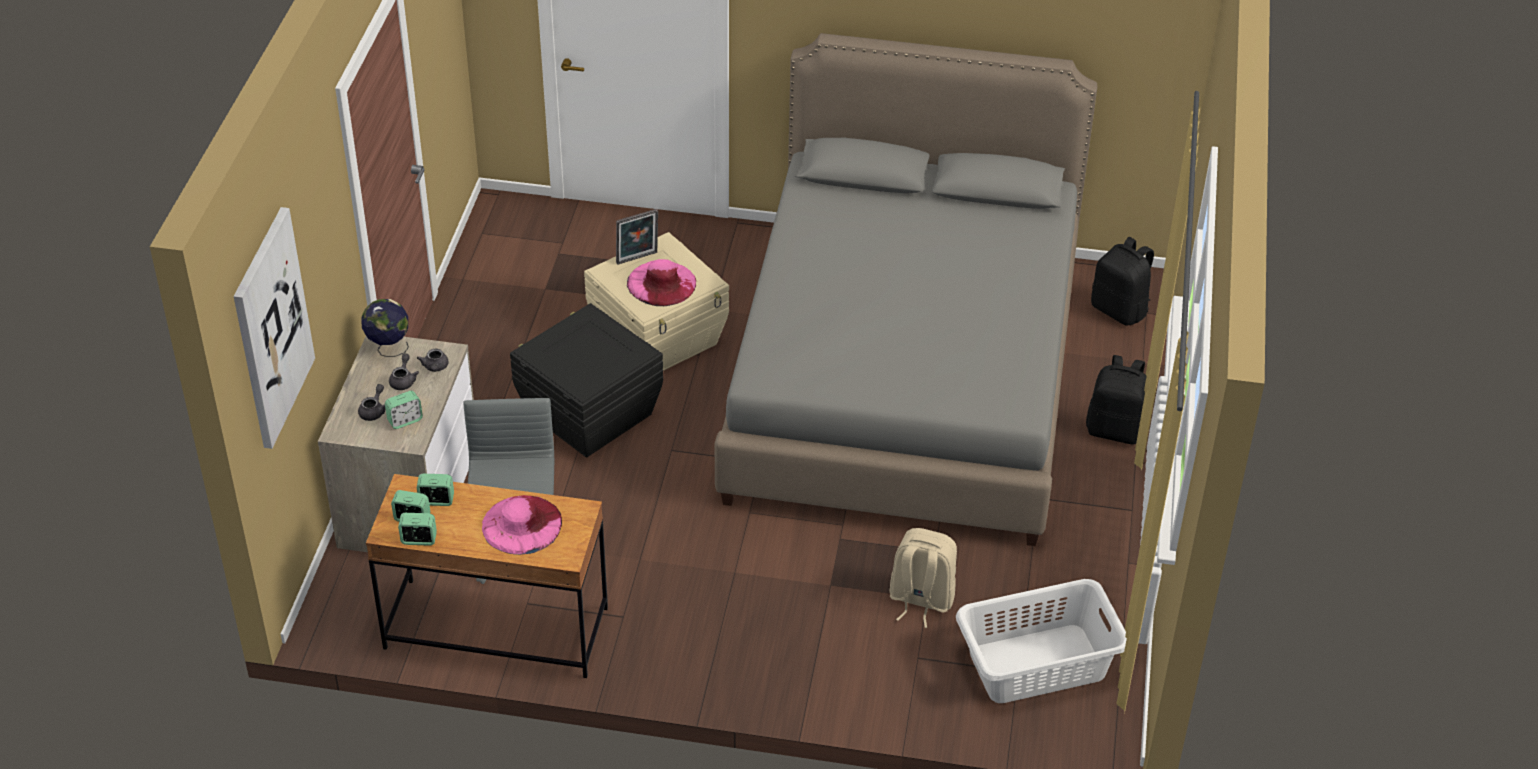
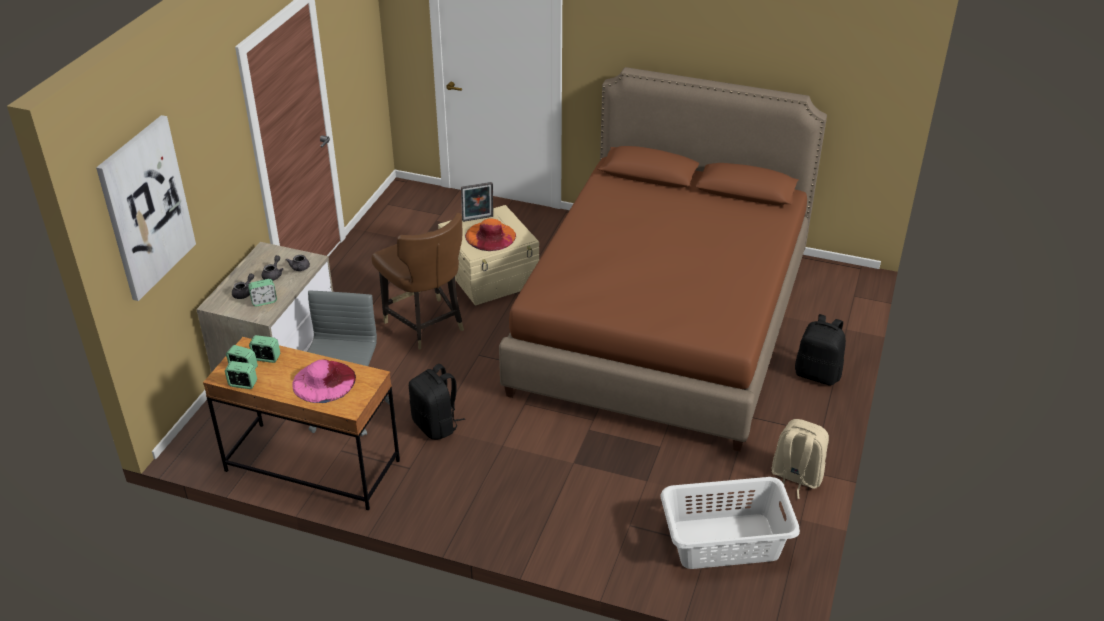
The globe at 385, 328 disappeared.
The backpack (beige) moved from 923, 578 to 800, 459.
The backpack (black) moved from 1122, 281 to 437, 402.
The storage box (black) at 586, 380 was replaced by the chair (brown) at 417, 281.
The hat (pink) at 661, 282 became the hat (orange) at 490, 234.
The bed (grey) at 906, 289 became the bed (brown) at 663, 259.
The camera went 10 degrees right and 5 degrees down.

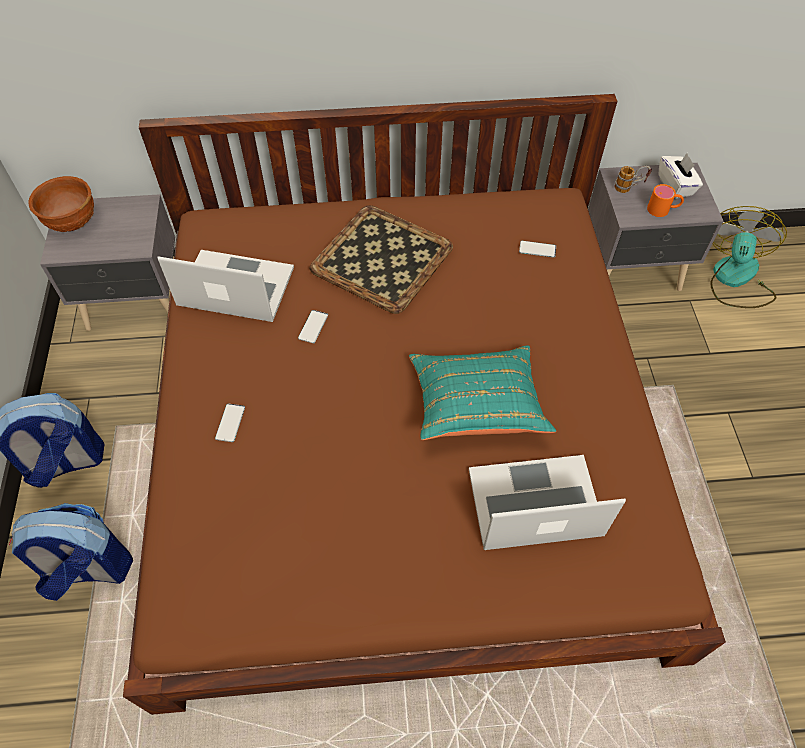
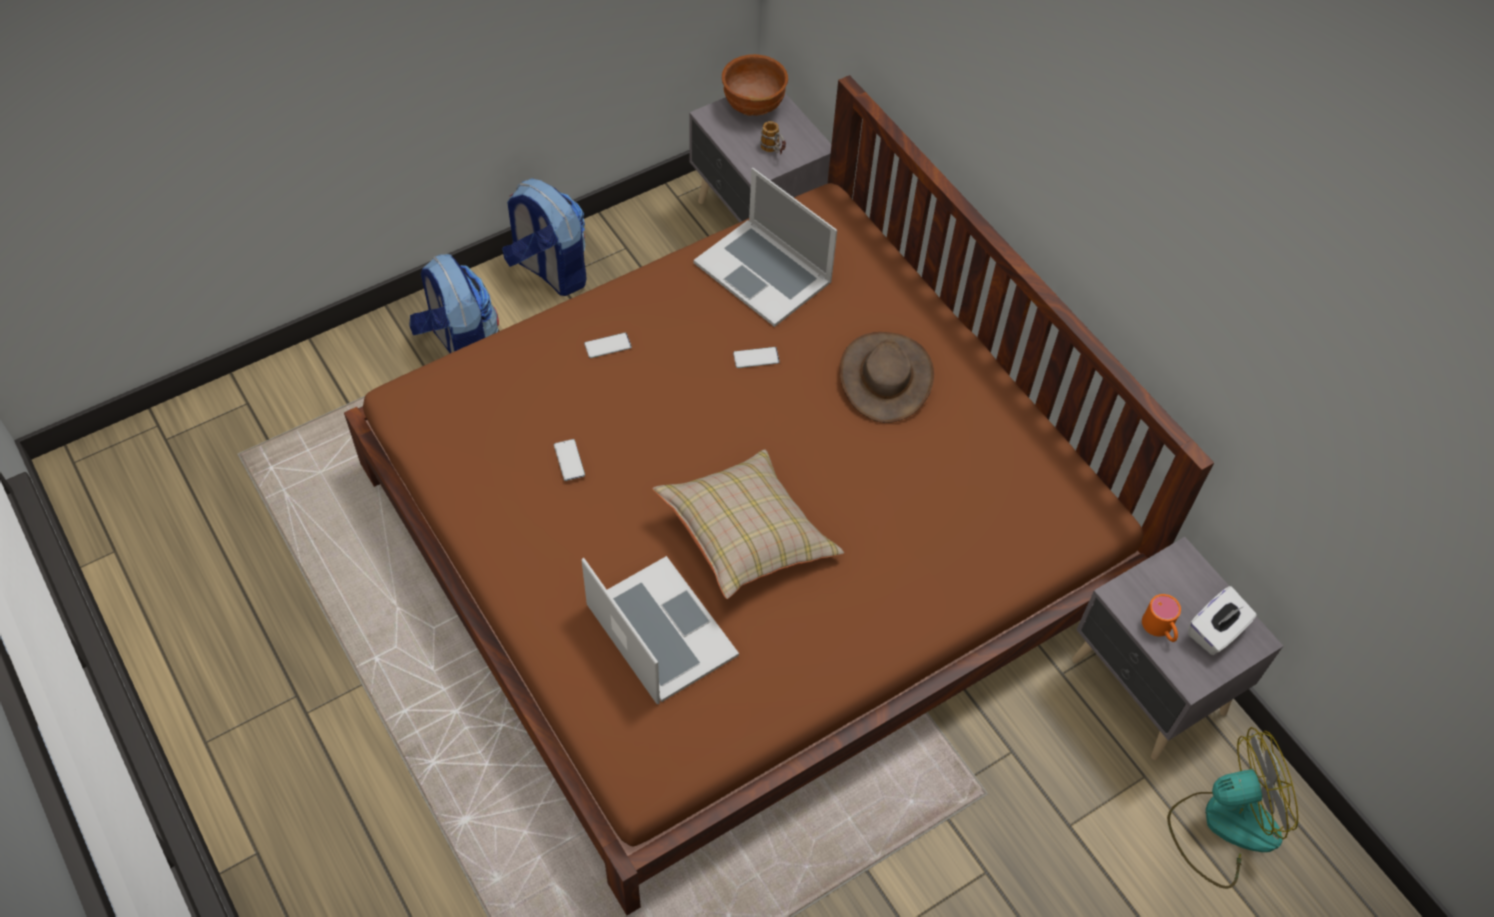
The phone moved from 537, 249 to 569, 460.
The mug moved from 633, 179 to 773, 138.
The tray at 381, 259 was replaced by the hat (brown) at 887, 377.
The pillow (turquoise) at 482, 393 became the pillow (beige) at 748, 524.
The laptop at 225, 286 turned 150 degrees clockwise.
The camera went 60 degrees right and 0 degrees up.

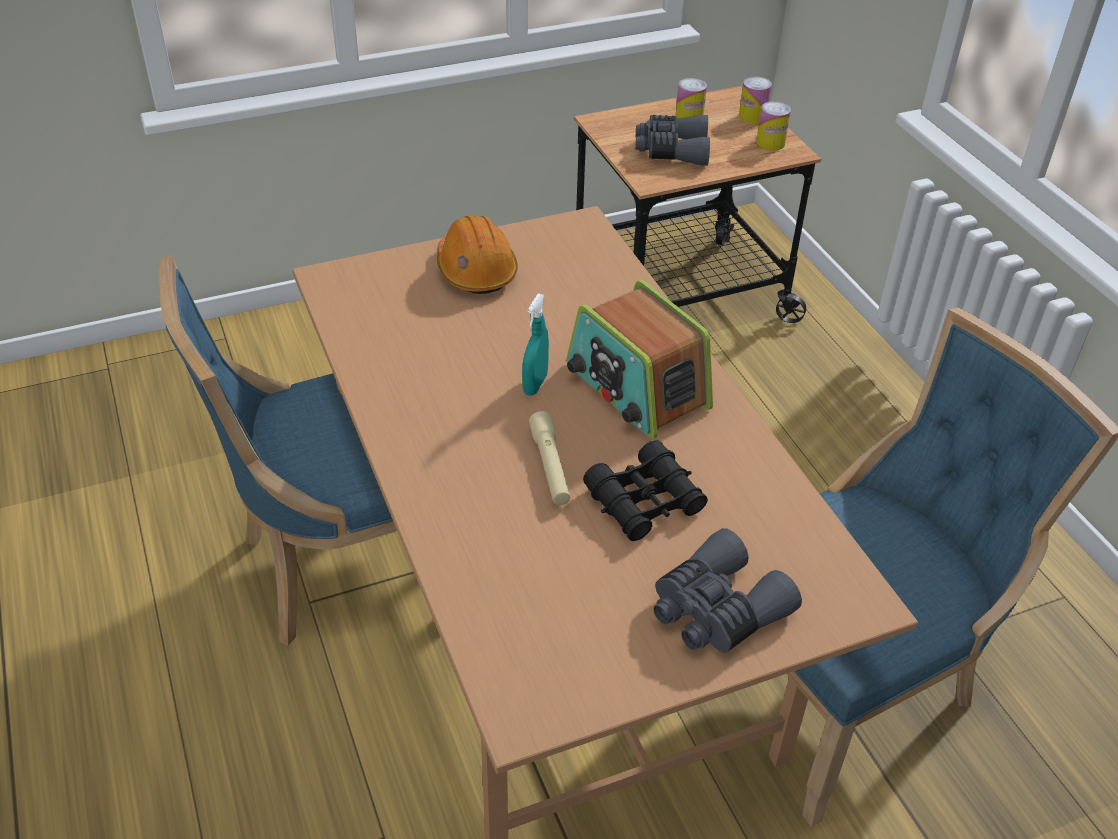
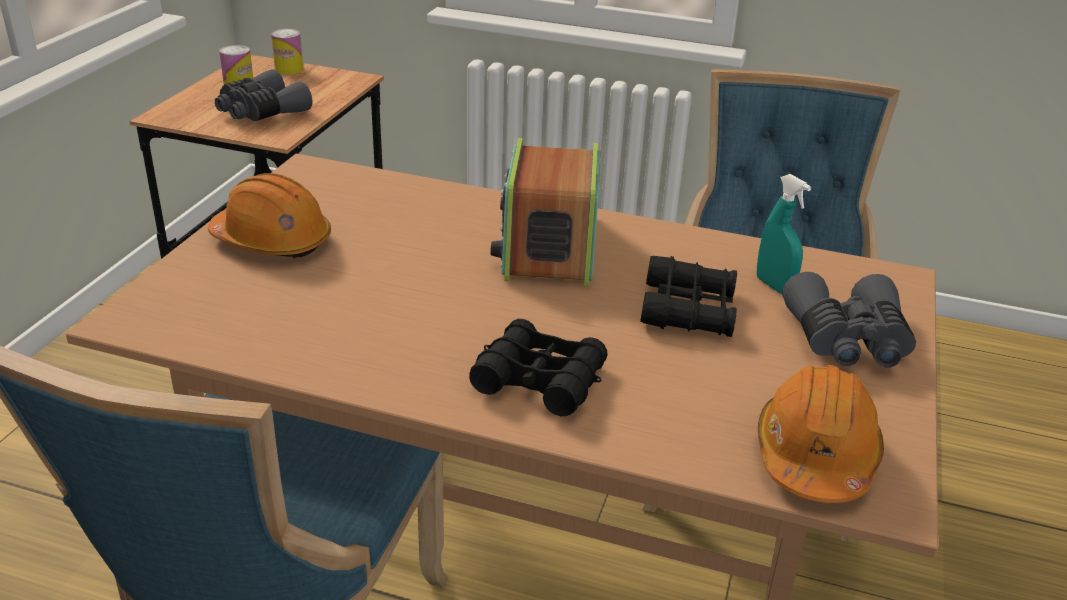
The flashlight (beige) at 549, 458 disappeared.
The can at 773, 126 disappeared.
The binoculars (black) at 538, 367 appeared.
The hard hat (orange) at 820, 434 appeared.
The spray bottle (turquoise) moved from 535, 345 to 784, 234.
The radio at 640, 359 turned 90 degrees clockwise.
The camera went 50 degrees left and 10 degrees down.

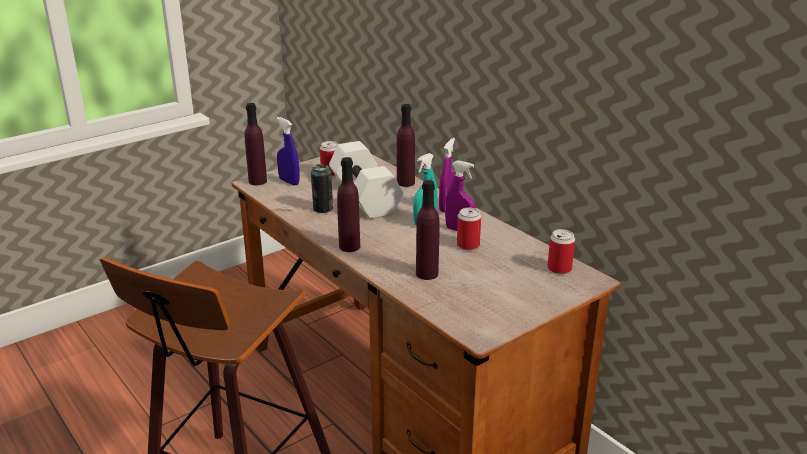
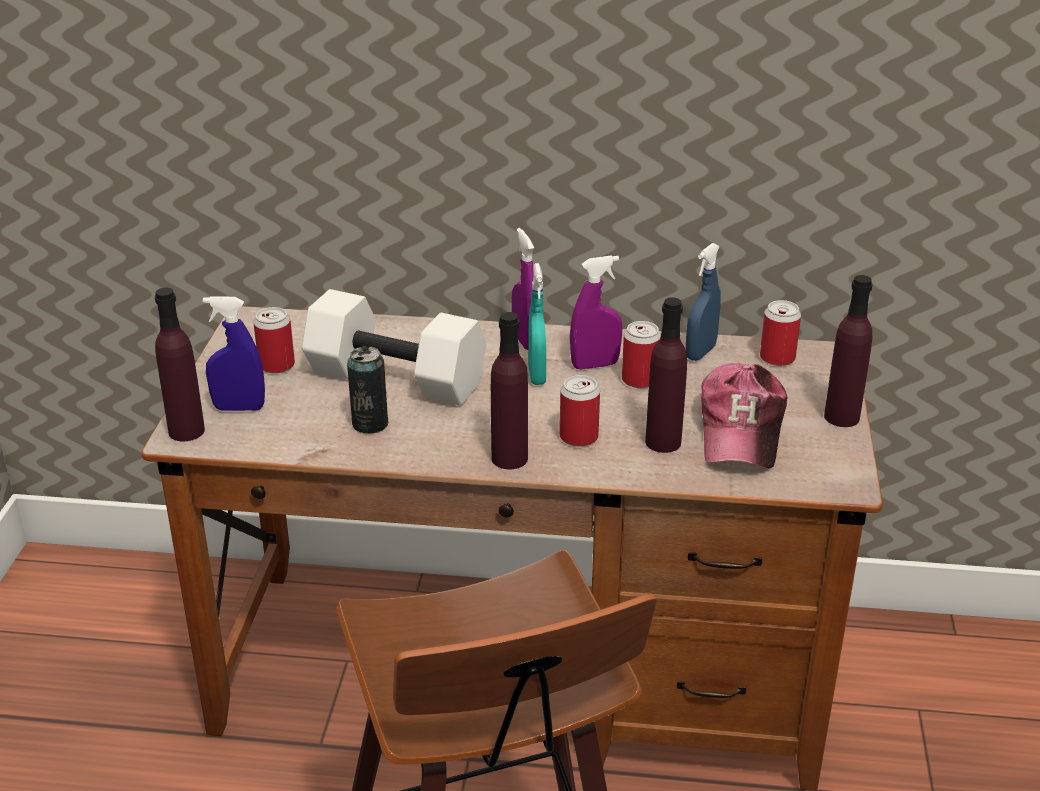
The can at 580, 411 appeared.
The spray bottle (blue) at 703, 302 appeared.
The cap at 744, 415 appeared.
The bottle (purple) moved from 406, 145 to 848, 351.
The camera went 45 degrees left and 5 degrees up.

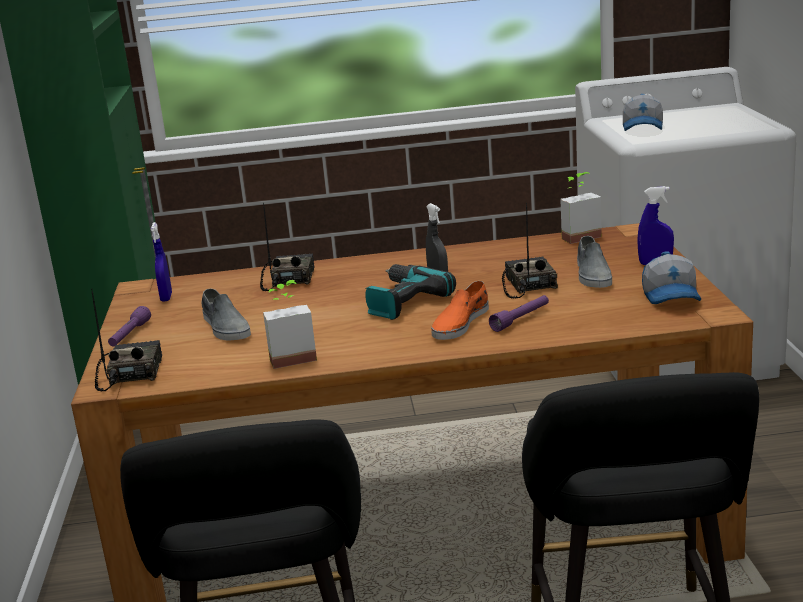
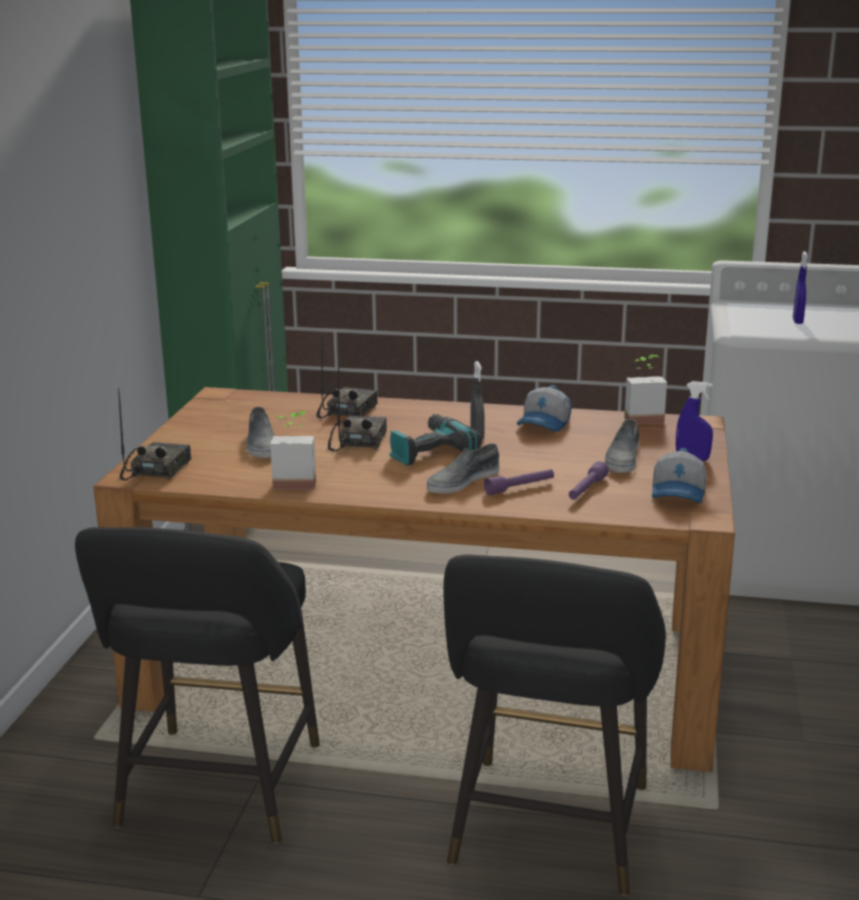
The flashlight (purple) moved from 129, 326 to 589, 480.
The spray bottle (blue) moved from 161, 262 to 800, 287.
The radio moved from 530, 251 to 357, 407.
The cap moved from 643, 112 to 544, 408.
The shoe (orange) at 460, 310 became the shoe (grey) at 463, 468.
The camera went 15 degrees right and 0 degrees up.

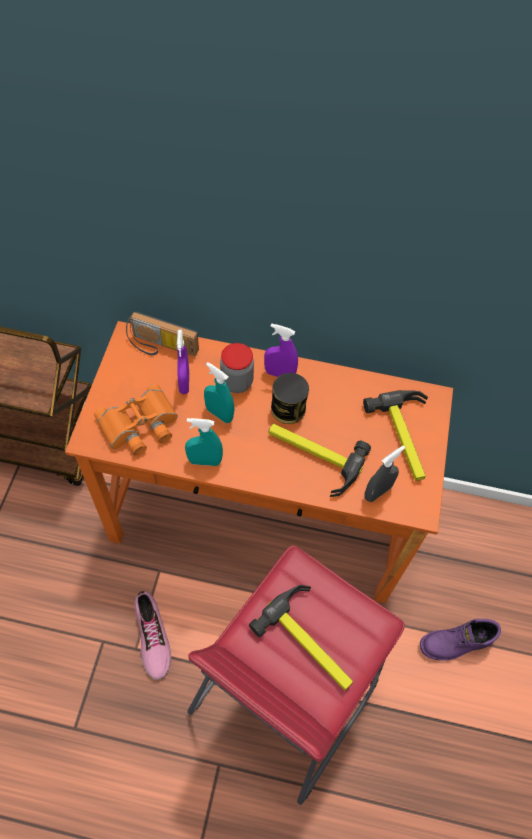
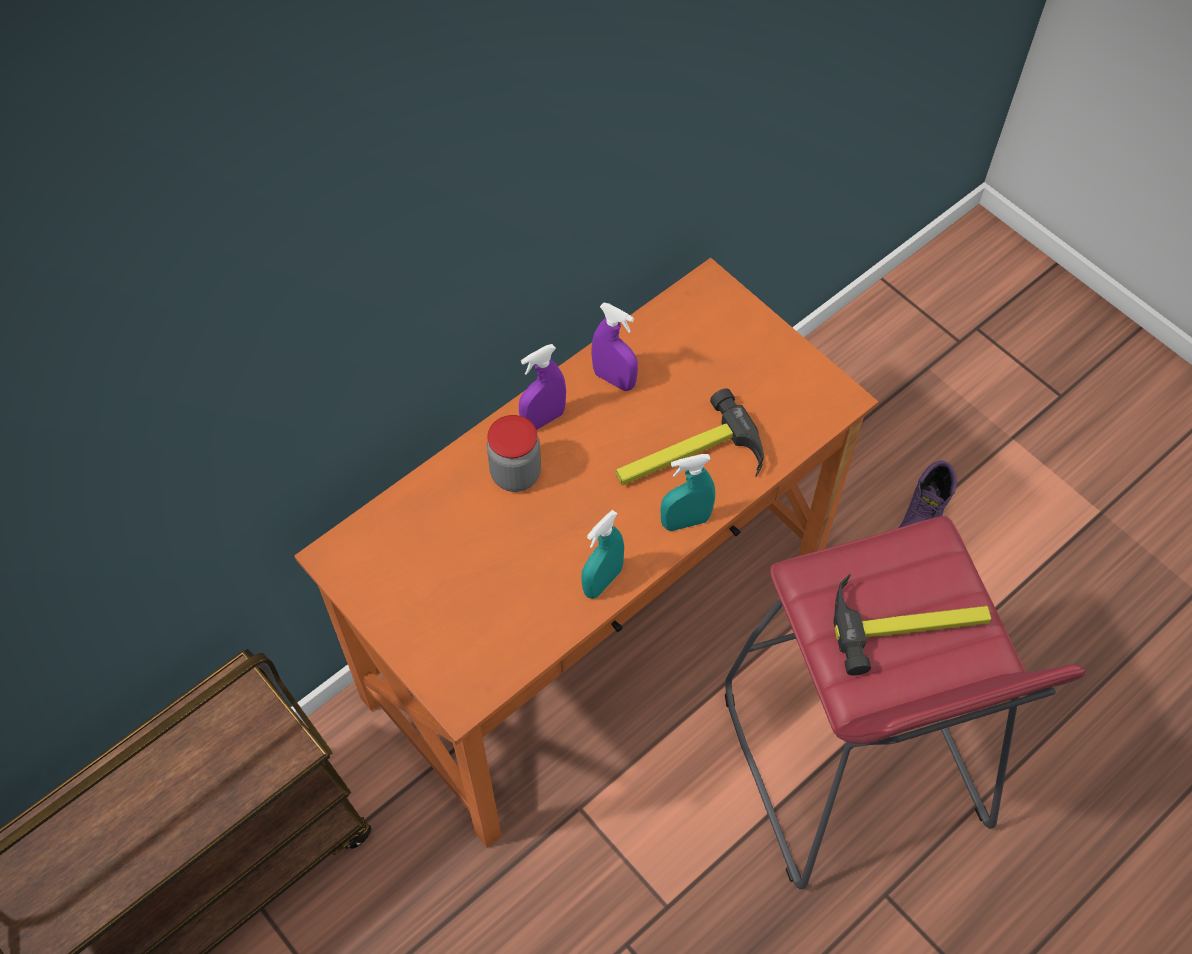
The binoculars (orange) at 136, 420 disappeared.
The radio at 162, 334 disappeared.
The shoe at 152, 635 disappeared.
The can at 290, 398 disappeared.
The hammer at 395, 435 disappeared.
The spray bottle (grey) at 384, 473 disappeared.
The spray bottle (purple) moved from 183, 362 to 614, 346.
The spray bottle (turquoise) moved from 219, 392 to 687, 492.
The camera went 50 degrees left and 0 degrees up.

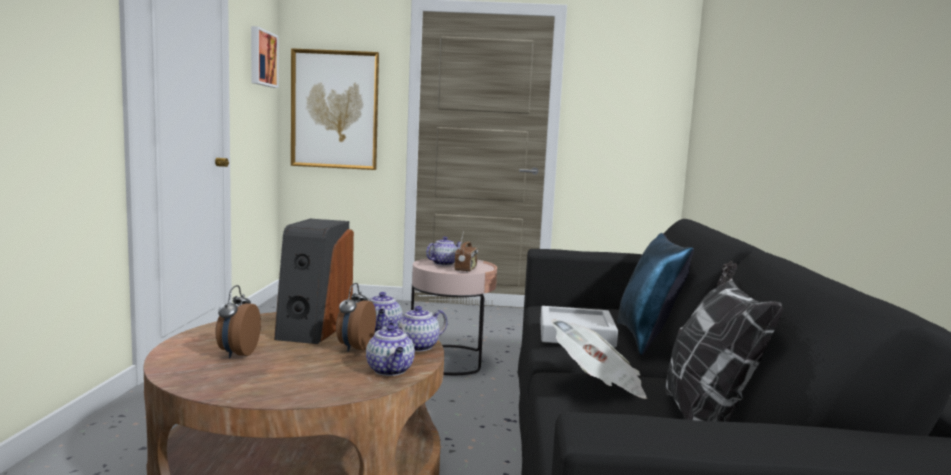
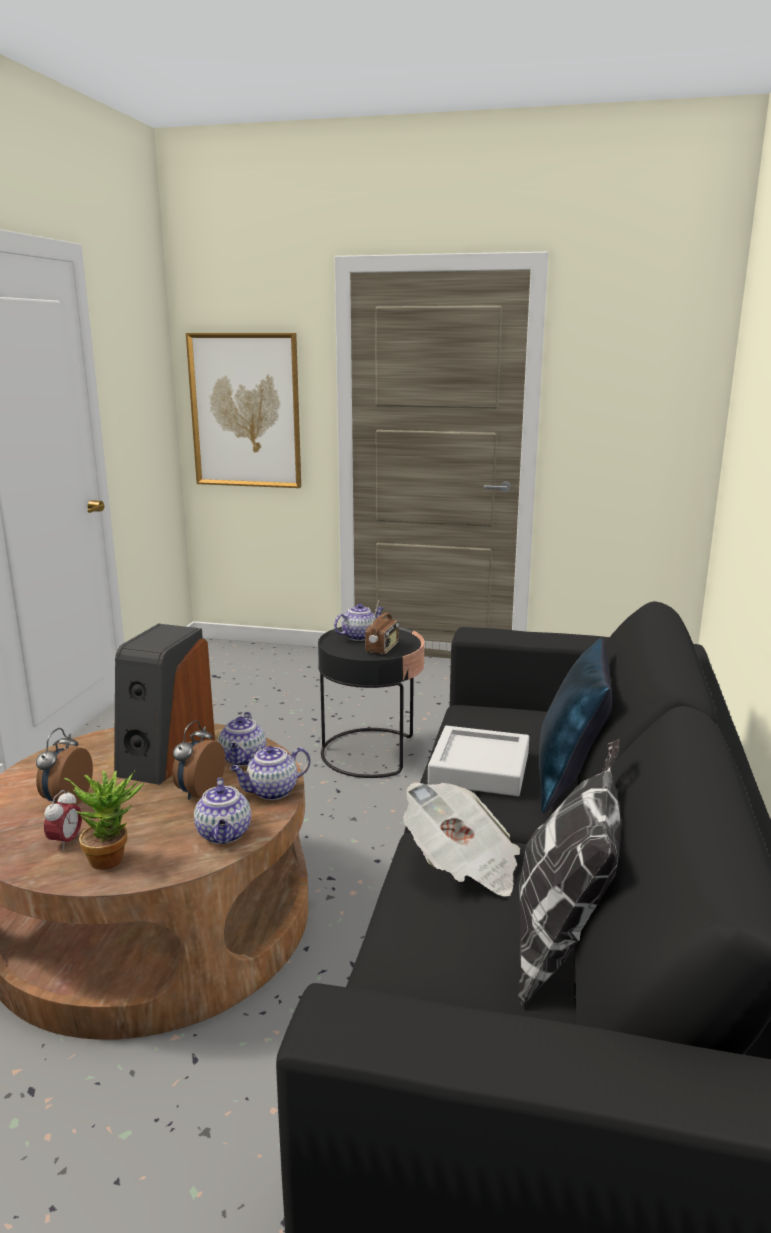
The picture at 264, 57 disappeared.
The alarm clock at 63, 820 appeared.
The potted plant at 104, 820 appeared.
The side table (pink) at 454, 316 became the side table (black) at 371, 702.
The camera went 10 degrees right and 10 degrees up.

